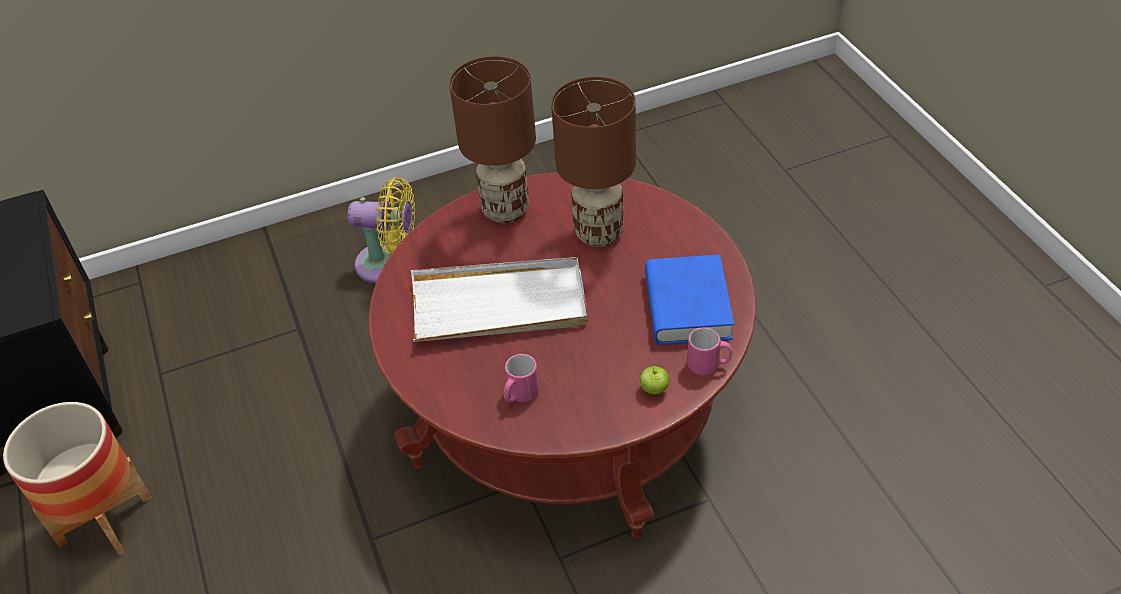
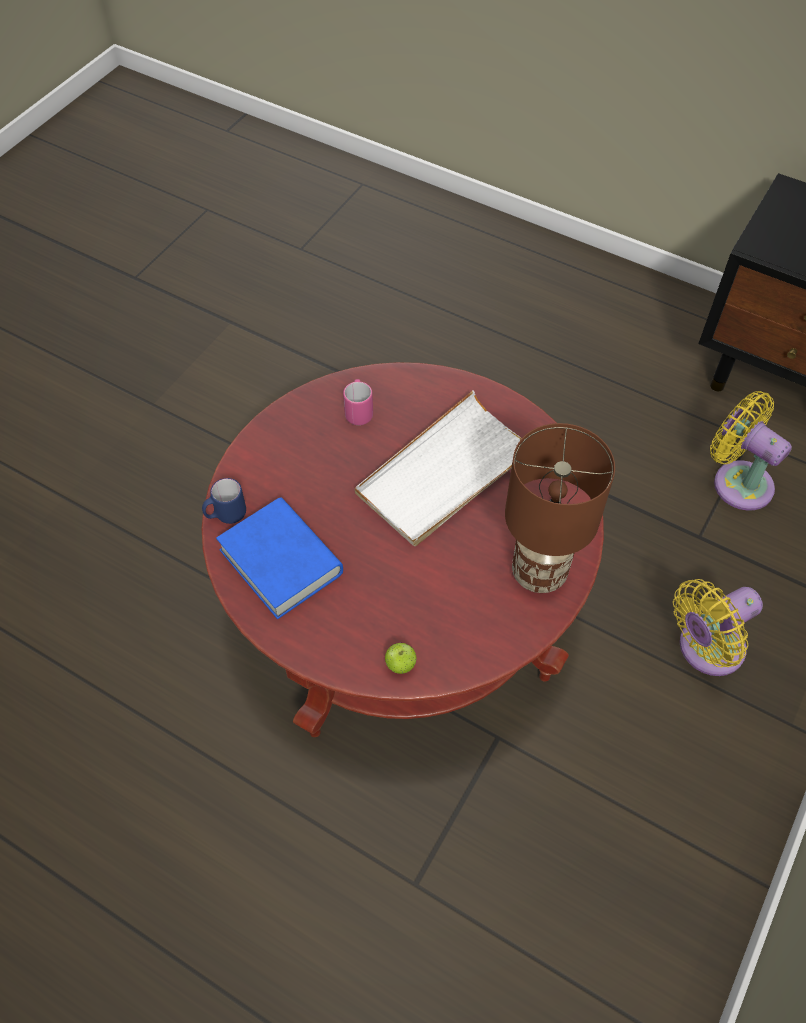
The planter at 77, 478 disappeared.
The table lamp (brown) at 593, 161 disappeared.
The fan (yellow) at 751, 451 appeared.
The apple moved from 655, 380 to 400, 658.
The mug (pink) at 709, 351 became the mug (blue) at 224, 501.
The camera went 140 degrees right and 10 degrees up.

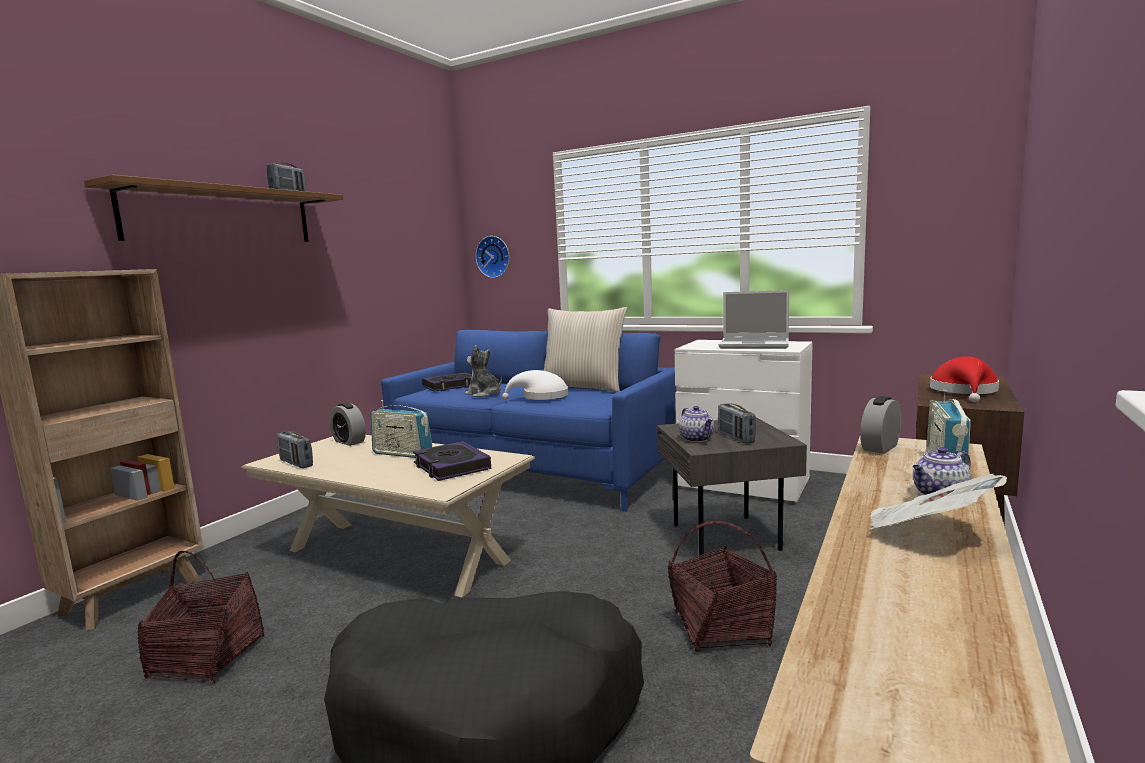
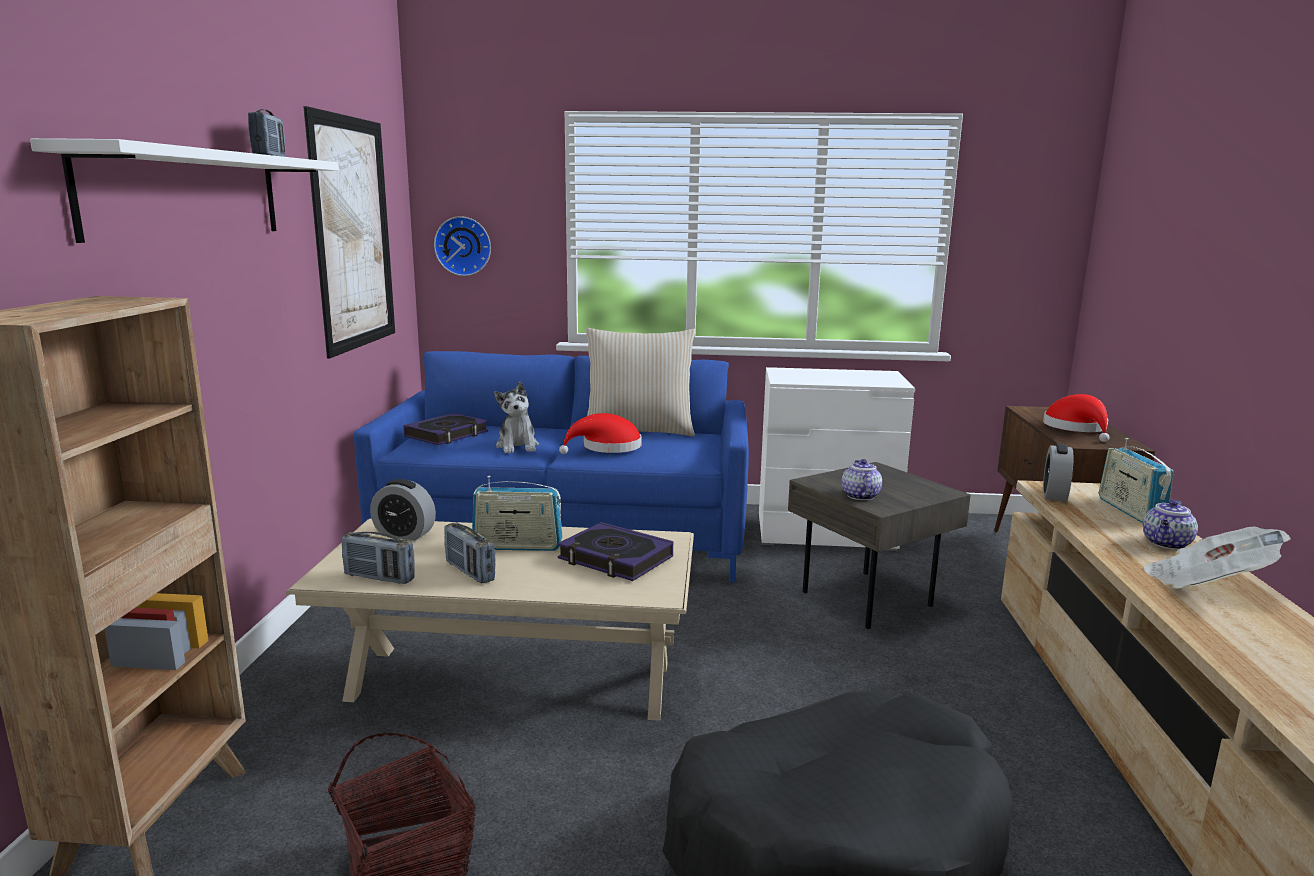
The basket at 722, 586 disappeared.
The laptop at 754, 319 disappeared.
The picture at 349, 232 appeared.
The radio moved from 737, 423 to 469, 552.
The shelf (brown) at 213, 208 became the shelf (white) at 184, 190.
The hat (white) at 535, 385 became the hat (red) at 600, 433.
The plush toy at 483, 371 turned 120 degrees counterclockwise.
The teapot at 696, 424 turned 135 degrees counterclockwise.
The camera went 25 degrees left and 5 degrees up.

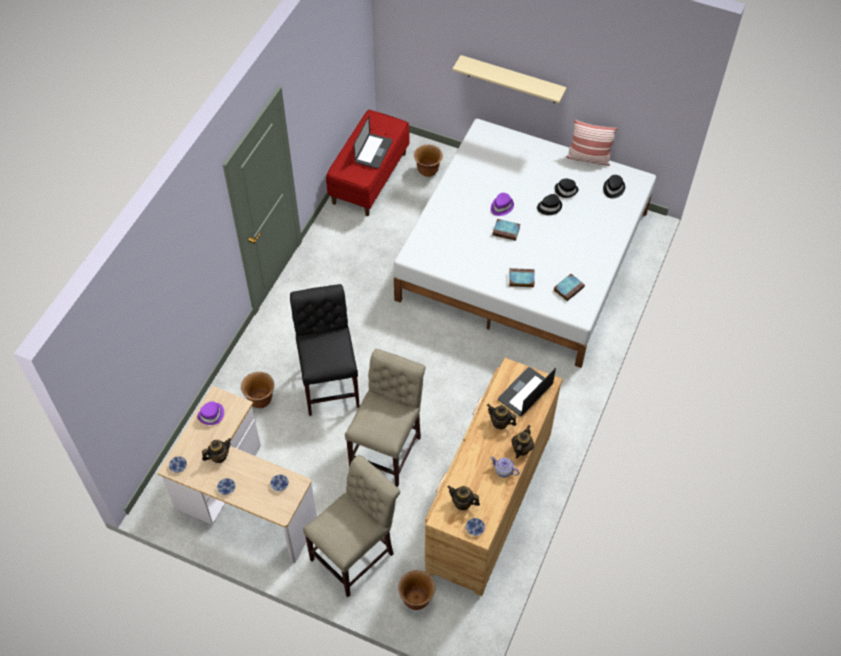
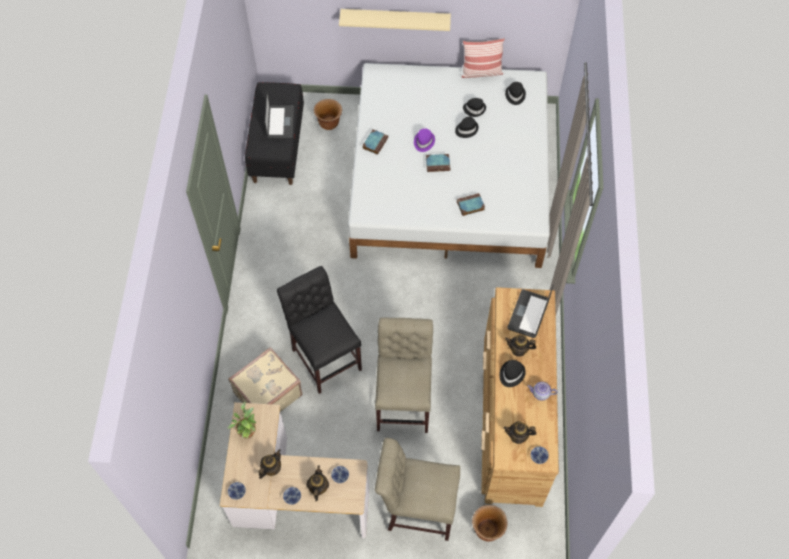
The hat (black) at 512, 373 appeared.
The teapot moved from 522, 441 to 317, 483.
The book moved from 569, 287 to 375, 142.
The hat (purple) at 210, 413 was replaced by the potted plant at 242, 420.
The planter (brown) at 257, 390 was replaced by the suitcase (beige) at 265, 379.
The bench (red) at 368, 163 became the bench (black) at 274, 133.
The chair (beige) at 351, 526 turned 105 degrees counterclockwise.
The camera went 20 degrees left and 5 degrees up.

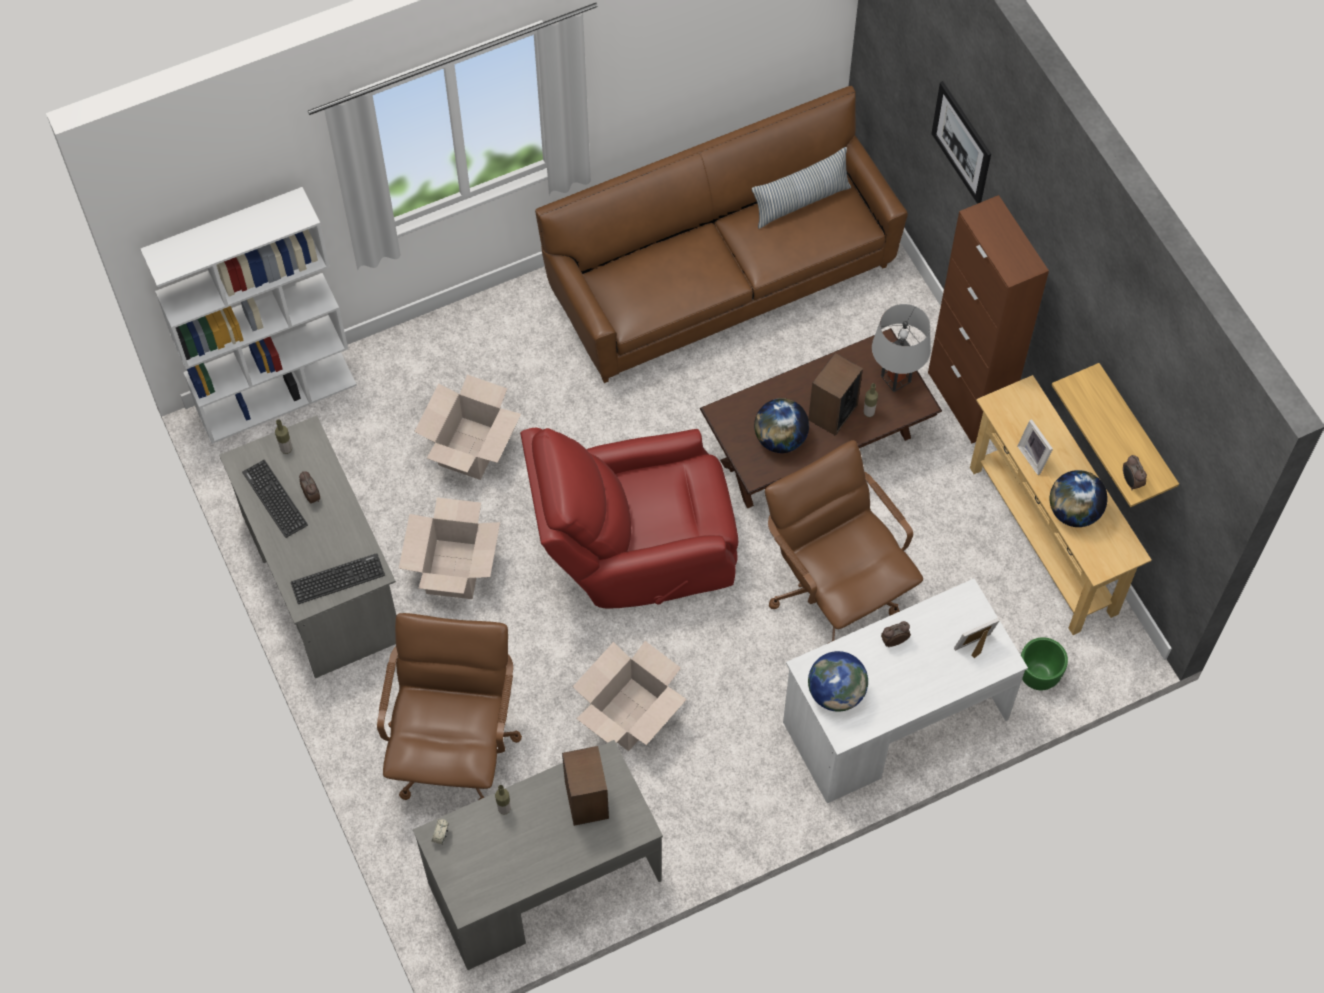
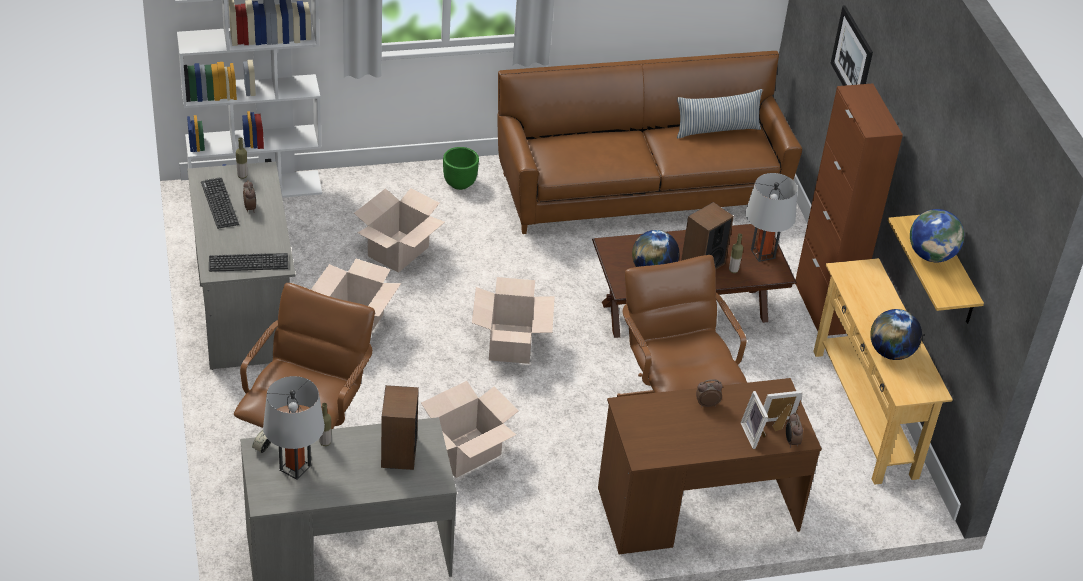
The table lamp (grey) at 294, 428 appeared.
The globe moved from 838, 681 to 937, 235.
The picture frame moved from 1035, 447 to 754, 420.
The planter (green) moved from 1044, 663 to 461, 168.
The alarm clock moved from 1135, 472 to 794, 430.
The armchair (red) at 629, 518 was replaced by the cardboard box at 513, 320.
The desk (white) at 905, 691 became the desk (brown) at 710, 466.
The camera went 10 degrees right and 20 degrees down.

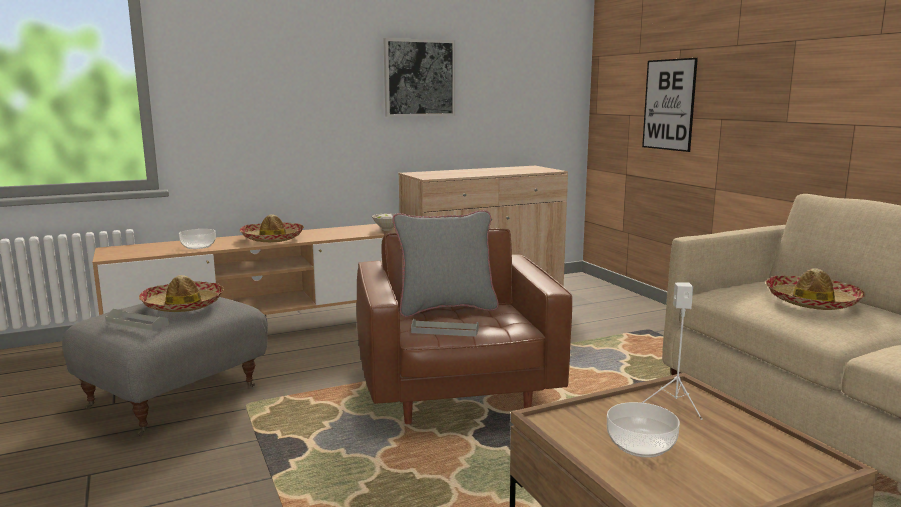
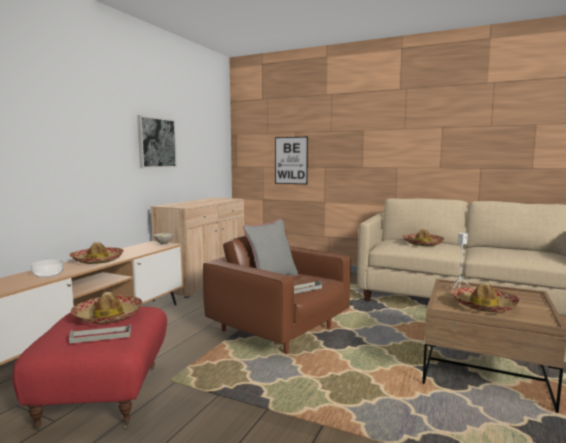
The bowl at 643, 430 was replaced by the hat at 486, 297.
The ottoman (grey) at 165, 366 became the ottoman (red) at 89, 370.
The camera went 40 degrees left and 5 degrees down.

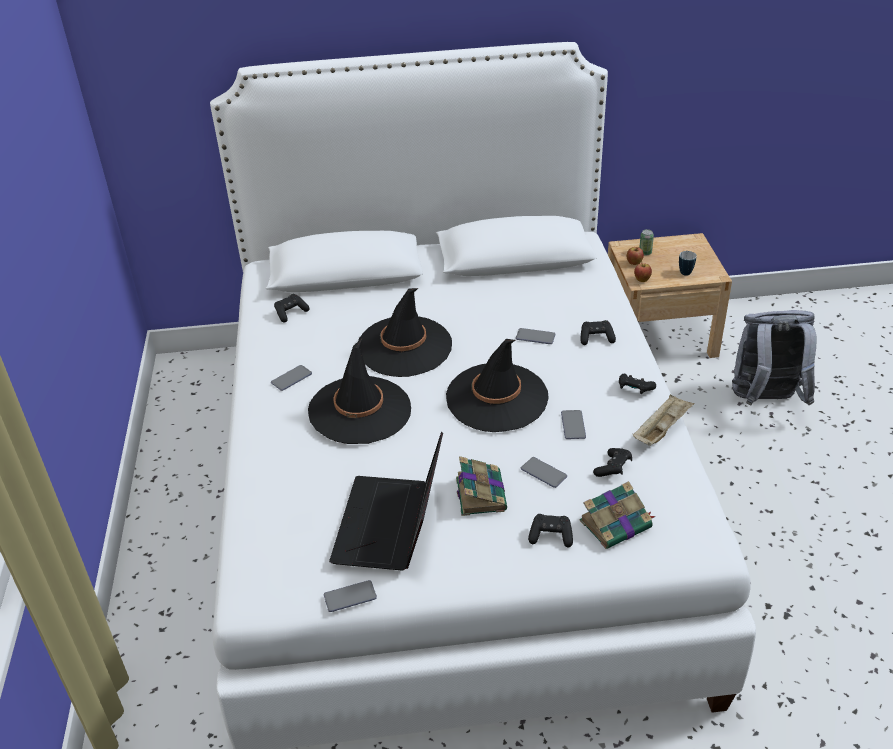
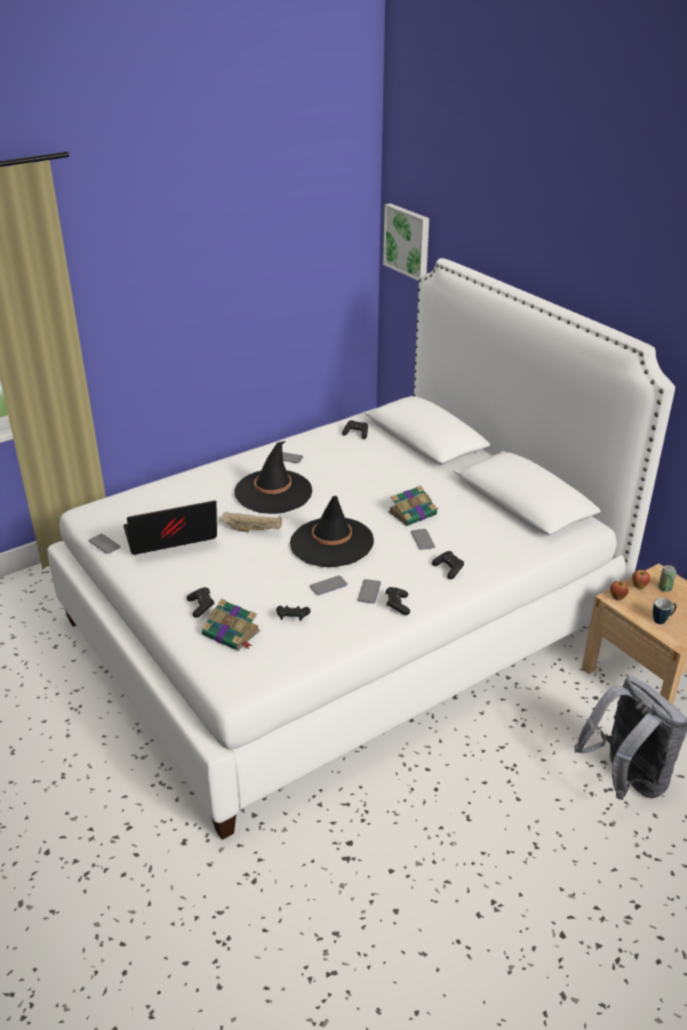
The hat (black) at 405, 332 disappeared.
The picture at 406, 242 appeared.
The book moved from 481, 486 to 413, 505.
The phone moved from 544, 472 to 369, 591.
The tray (beige) moved from 663, 420 to 250, 522.
The camera went 60 degrees right and 5 degrees down.

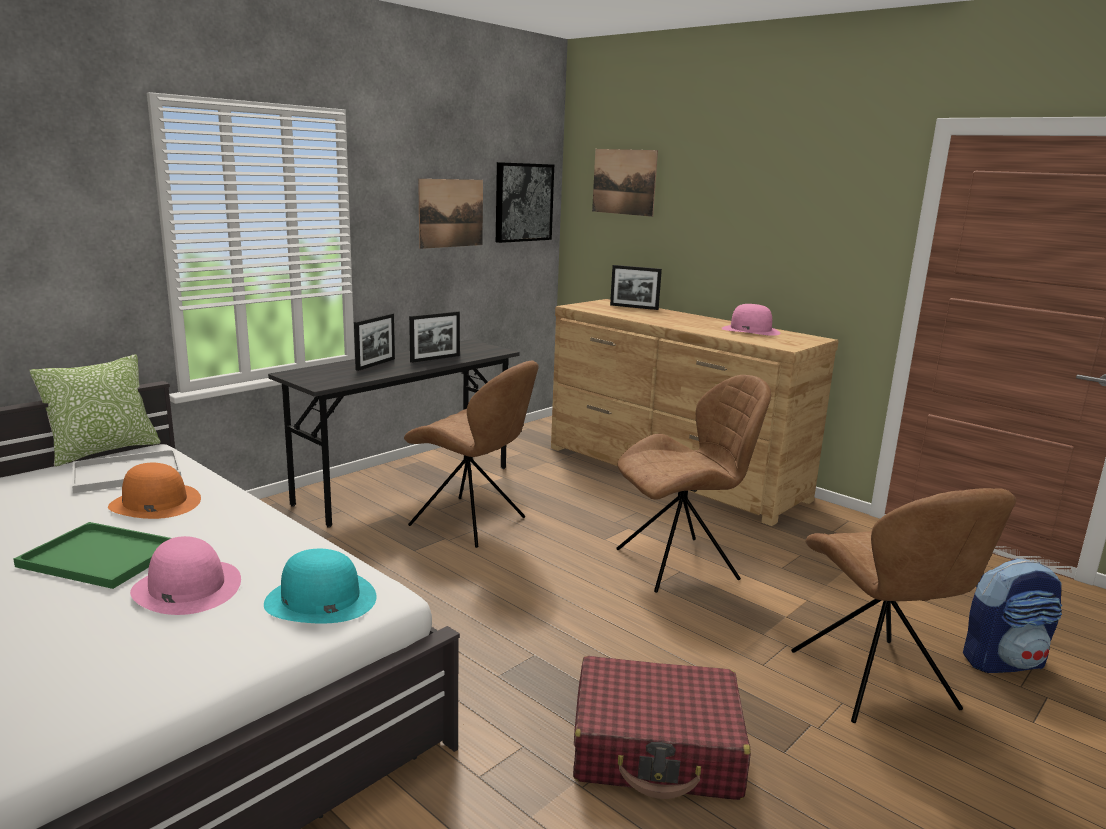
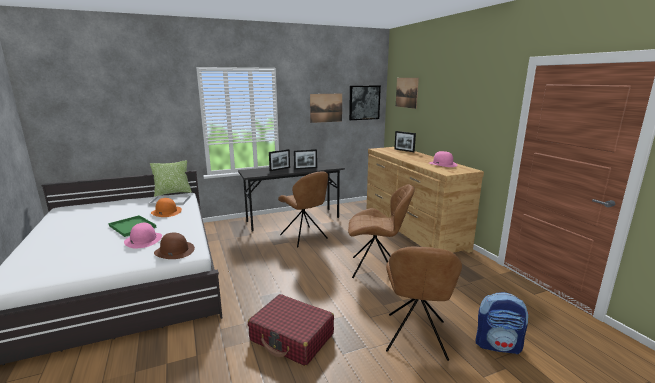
The hat (turquoise) at 320, 586 became the hat (brown) at 174, 246.
The camera went 25 degrees right and 0 degrees up.

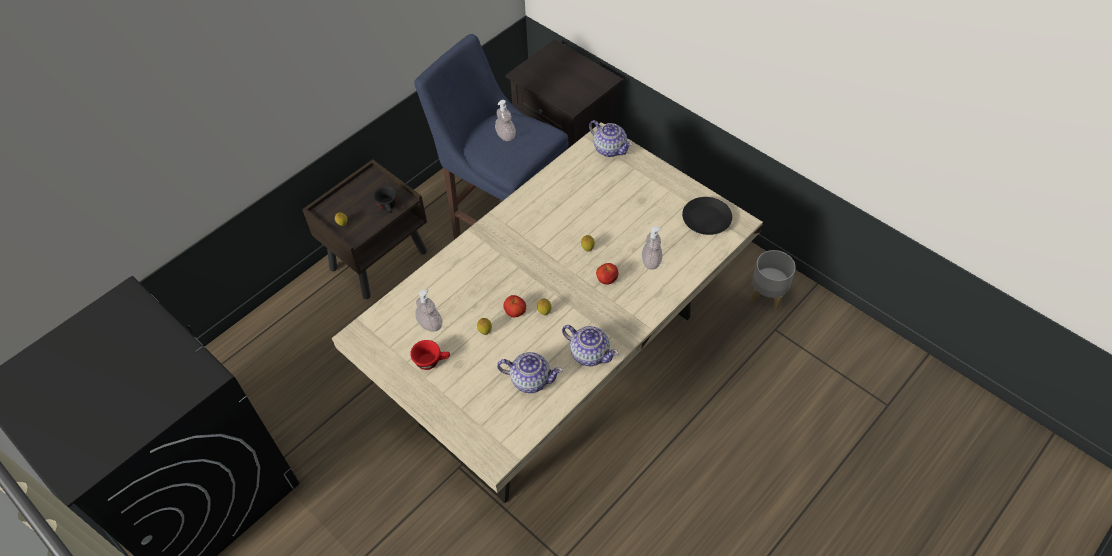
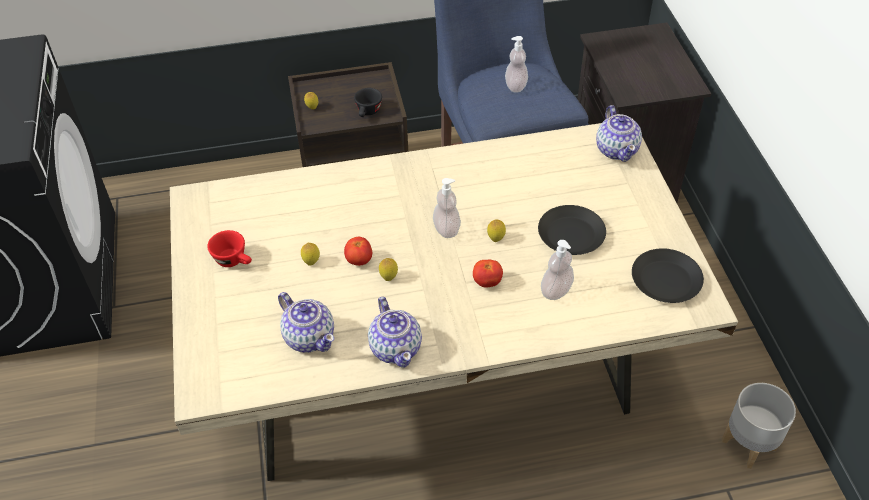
The plate (black) at 572, 230 appeared.
The soap dispenser moved from 428, 310 to 447, 208.
The camera went 35 degrees right and 5 degrees down.

